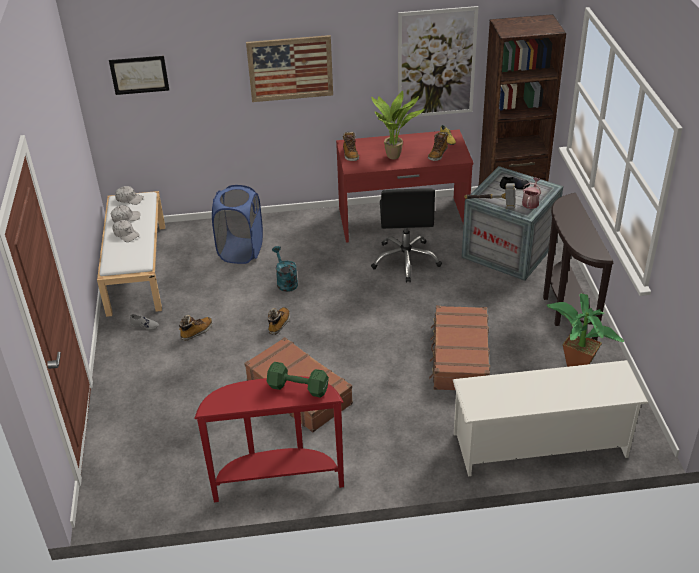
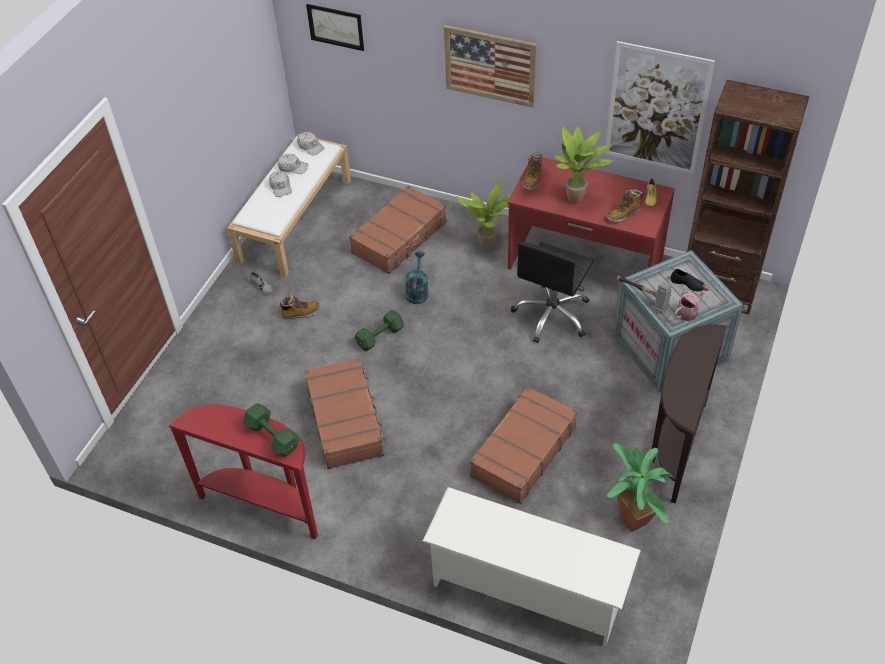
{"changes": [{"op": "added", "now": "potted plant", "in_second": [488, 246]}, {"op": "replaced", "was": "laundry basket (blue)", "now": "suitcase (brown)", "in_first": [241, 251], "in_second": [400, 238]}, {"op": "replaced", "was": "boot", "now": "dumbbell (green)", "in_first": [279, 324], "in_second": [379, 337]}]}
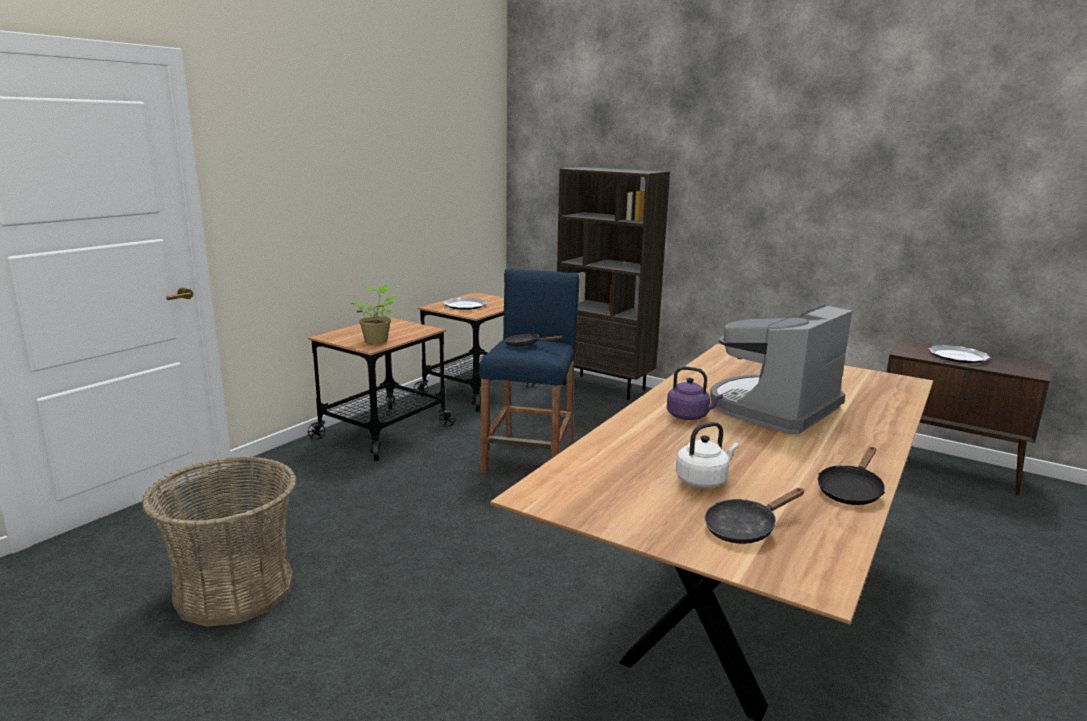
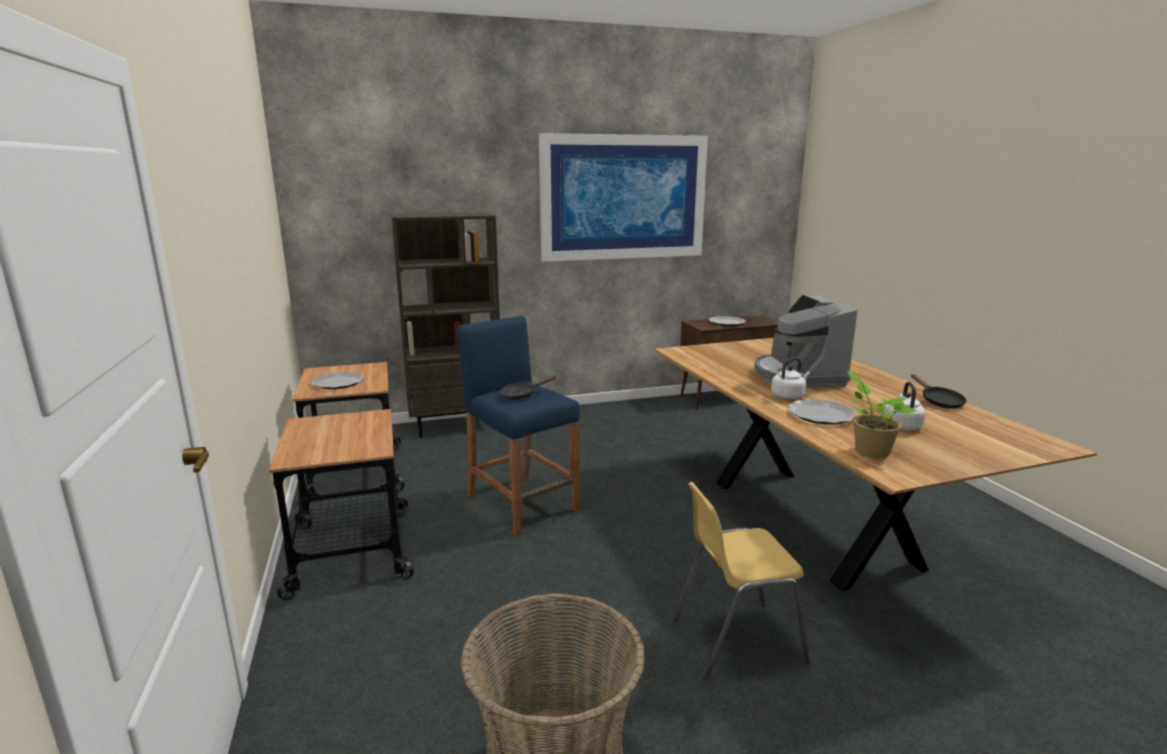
{"changes": [{"op": "removed", "was": "frying pan (black)", "in_first": [745, 528]}, {"op": "added", "now": "picture", "in_second": [623, 197]}, {"op": "added", "now": "chair (yellow)", "in_second": [735, 639]}, {"op": "added", "now": "plate", "in_second": [820, 415]}, {"op": "moved", "was": "potted plant", "in_first": [376, 341], "in_second": [869, 450]}, {"op": "recoloured", "was": "kettle (purple)", "now": "kettle (white)", "in_first": [689, 416], "in_second": [788, 396]}]}
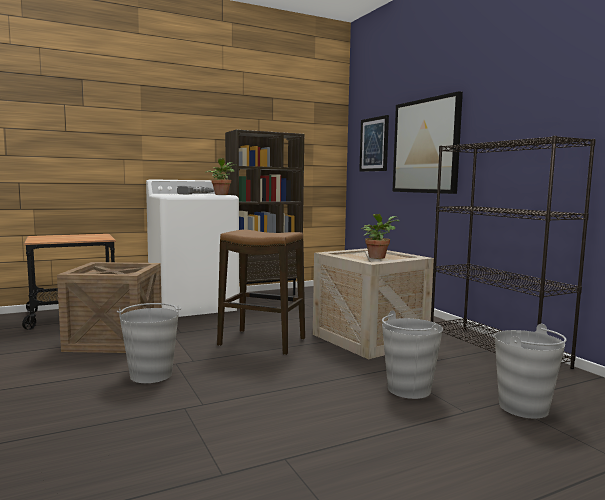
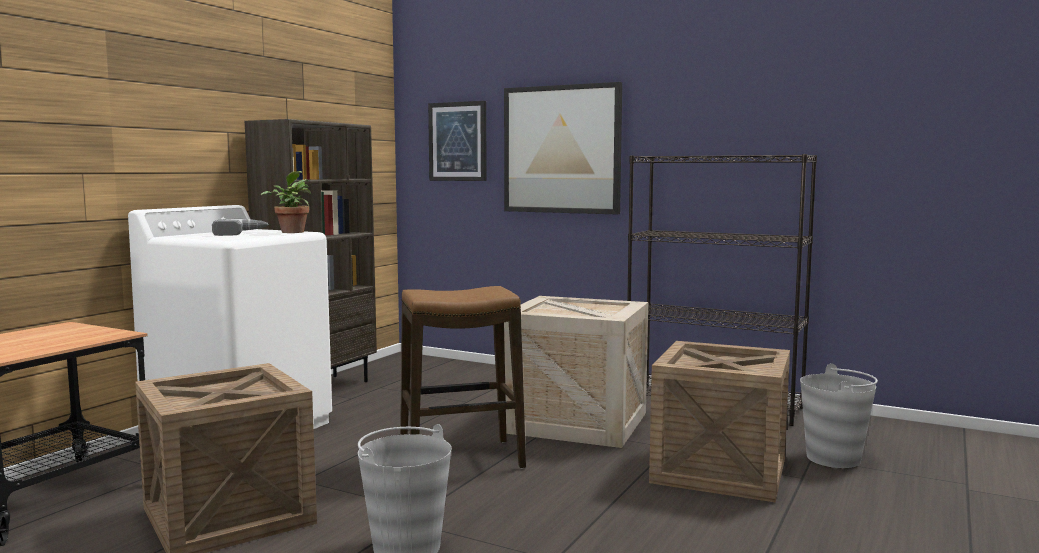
{"changes": [{"op": "removed", "was": "potted plant", "in_first": [377, 257]}, {"op": "replaced", "was": "bucket (grey)", "now": "crate", "in_first": [408, 389], "in_second": [719, 470]}]}
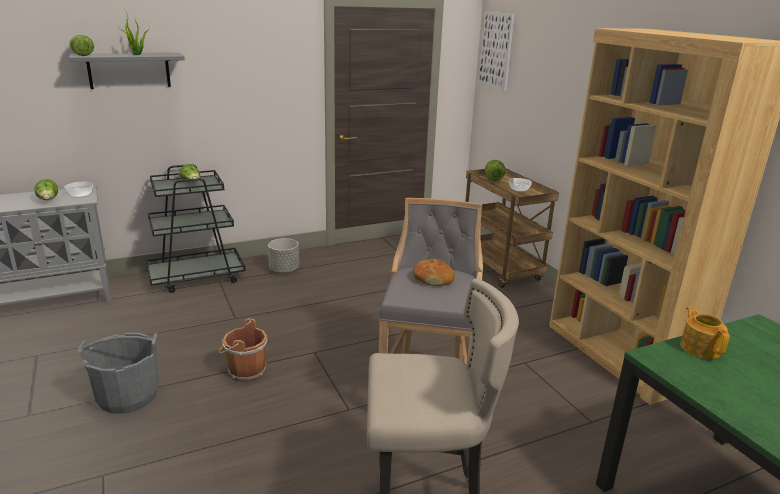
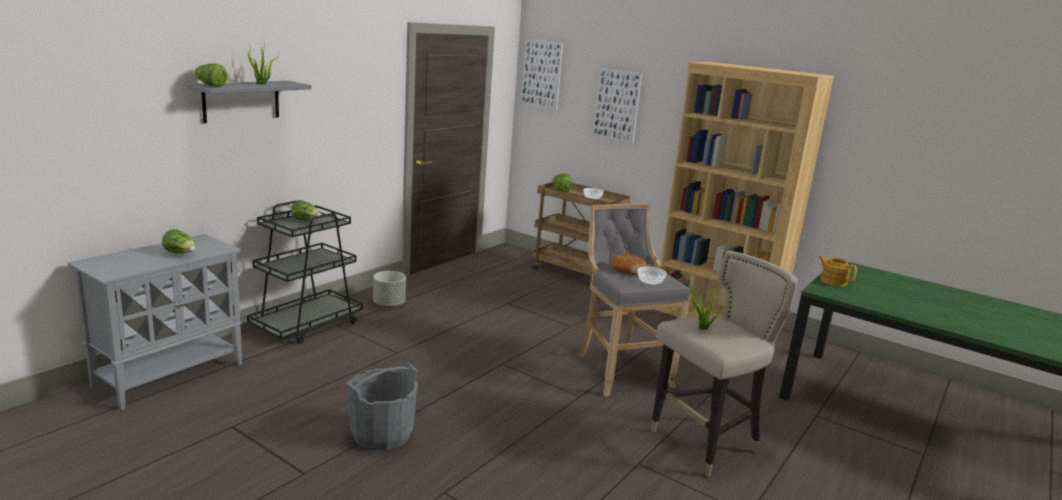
{"changes": [{"op": "removed", "was": "bucket (brown)", "in_first": [245, 371]}, {"op": "added", "now": "picture", "in_second": [617, 106]}, {"op": "added", "now": "potted plant", "in_second": [701, 328]}, {"op": "moved", "was": "bowl", "in_first": [81, 195], "in_second": [650, 281]}]}
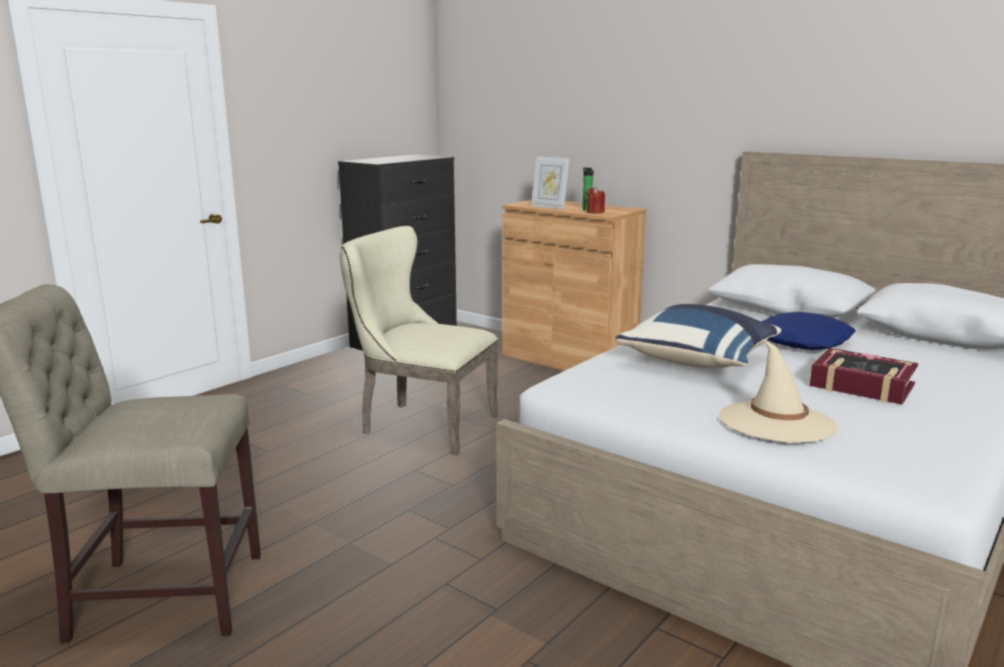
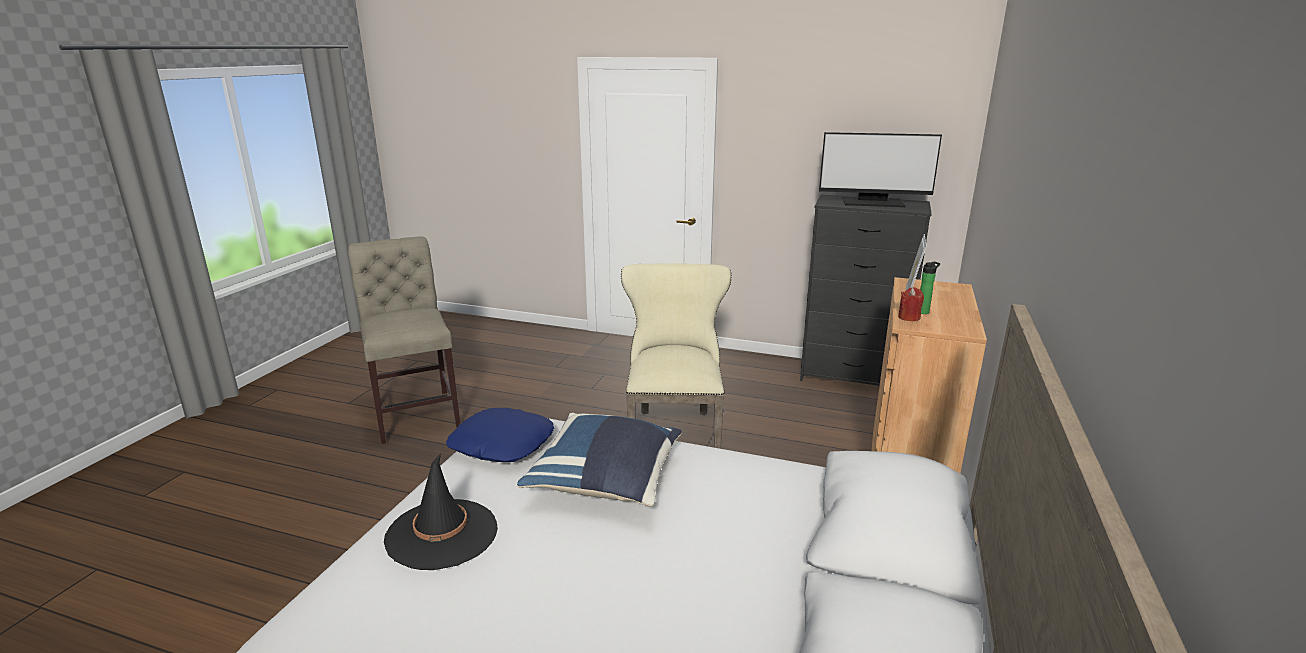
{"changes": [{"op": "removed", "was": "book", "in_first": [861, 386]}, {"op": "added", "now": "monitor", "in_second": [872, 203]}, {"op": "moved", "was": "pillow (blue)", "in_first": [803, 342], "in_second": [502, 444]}, {"op": "recoloured", "was": "hat (beige)", "now": "hat (black)", "in_first": [776, 422], "in_second": [442, 534]}]}
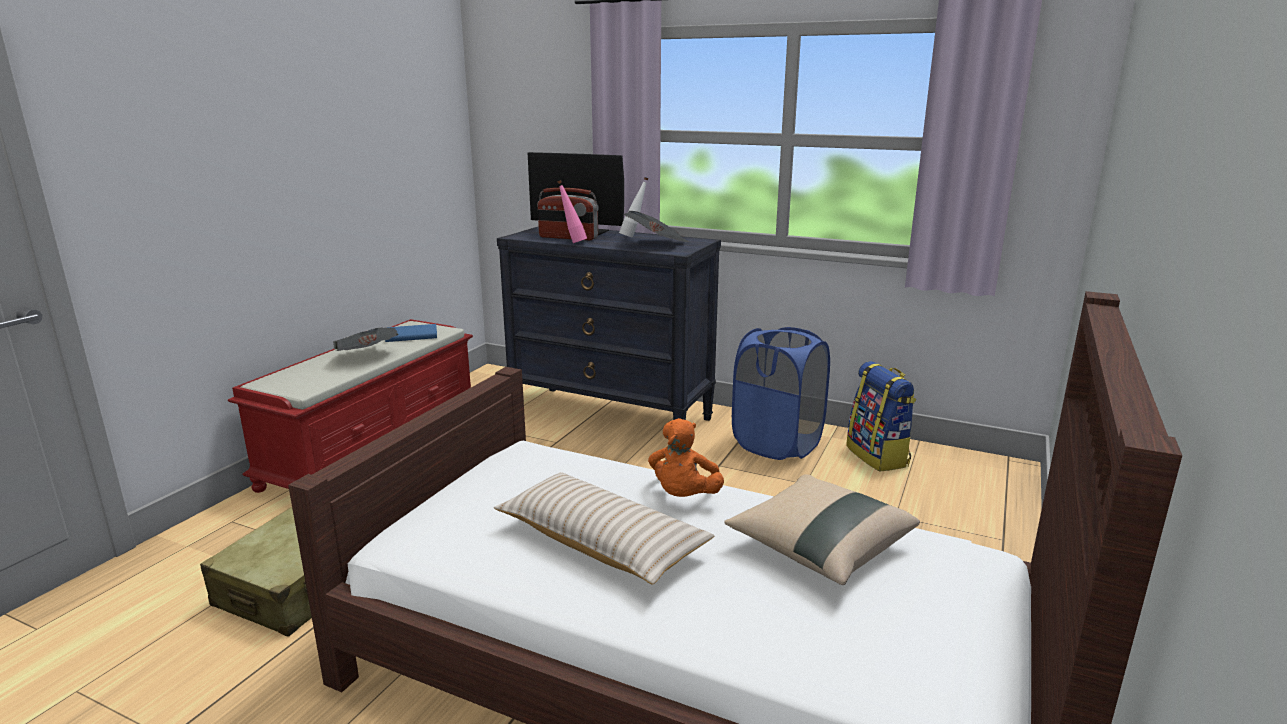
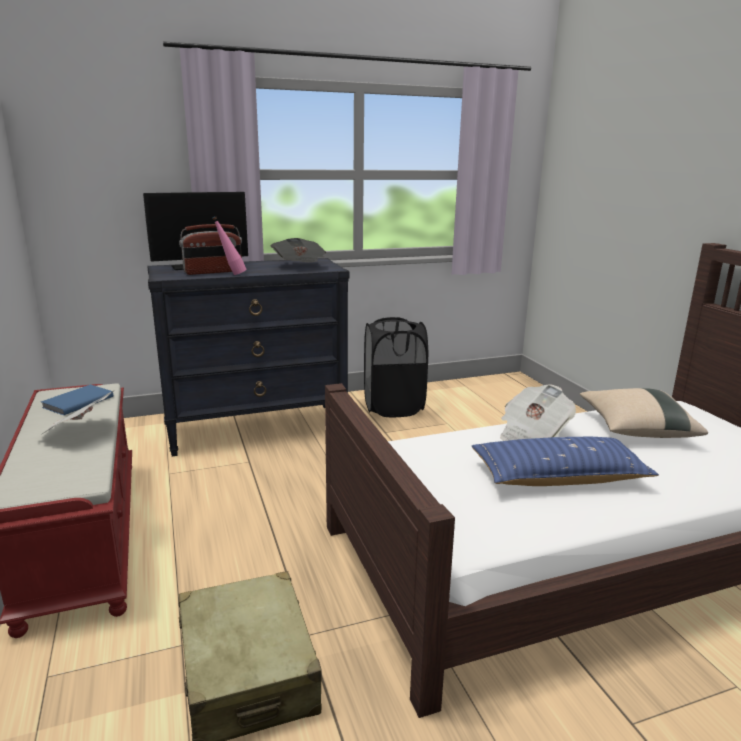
{"changes": [{"op": "removed", "was": "bottle (white)", "in_first": [634, 237]}, {"op": "removed", "was": "backpack", "in_first": [878, 456]}, {"op": "replaced", "was": "plush toy (orange)", "now": "newspaper", "in_first": [684, 497], "in_second": [532, 433]}, {"op": "recoloured", "was": "pillow (beige)", "now": "pillow (blue)", "in_first": [601, 543], "in_second": [558, 477]}, {"op": "recoloured", "was": "laundry basket (blue)", "now": "laundry basket (black)", "in_first": [777, 444], "in_second": [393, 407]}]}
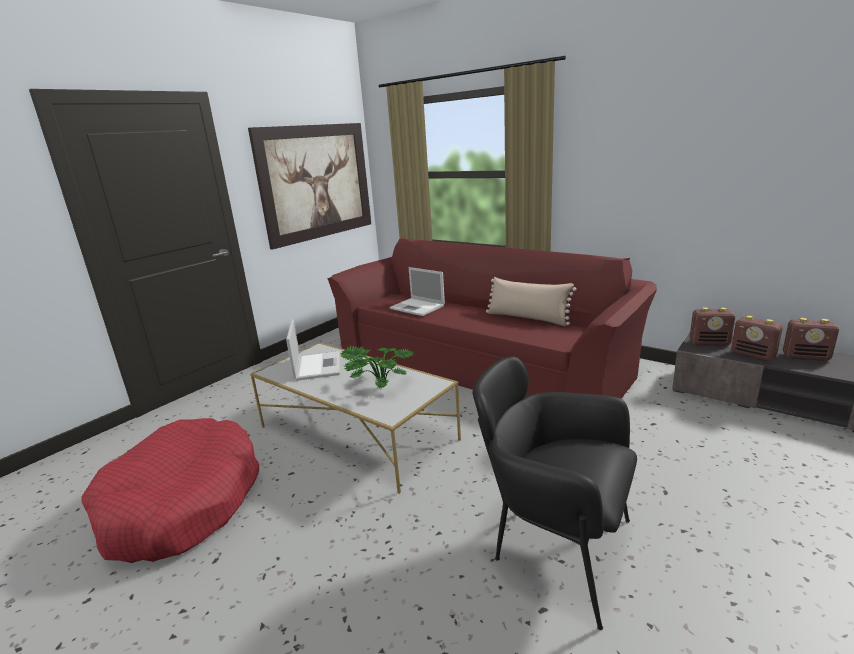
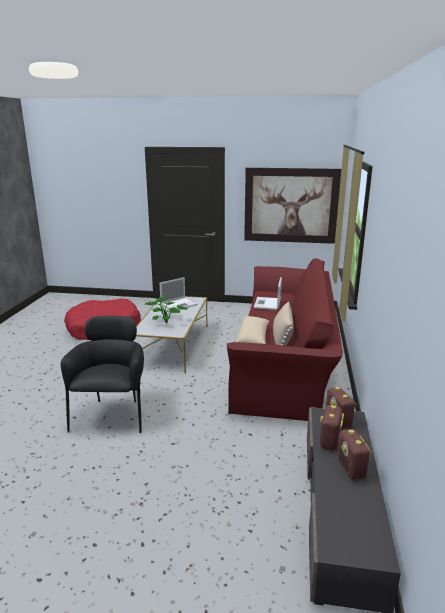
{"changes": [{"op": "added", "now": "pillow (beige)", "in_second": [253, 340]}]}
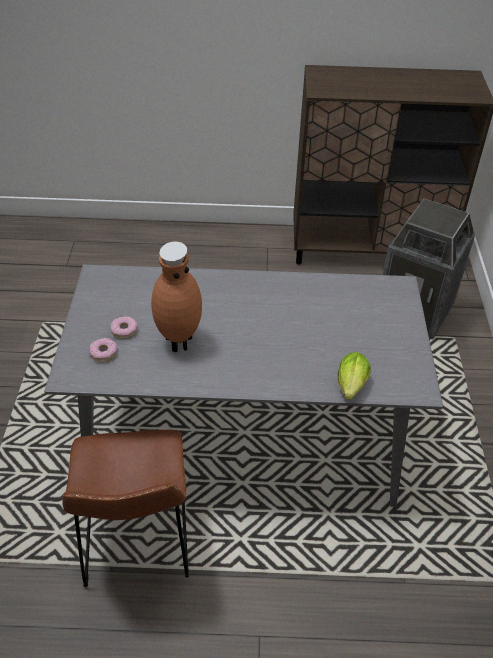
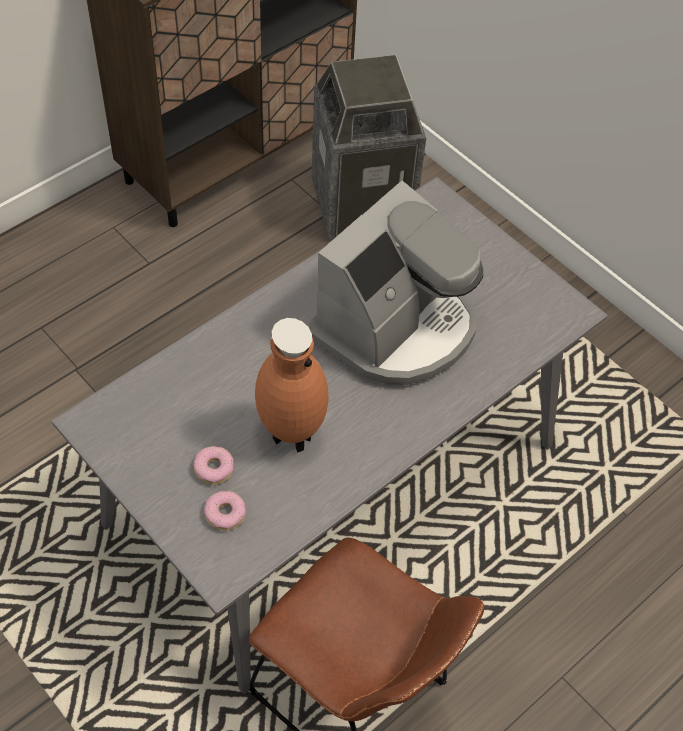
{"changes": [{"op": "removed", "was": "lettuce", "in_first": [351, 388]}, {"op": "added", "now": "coffee machine", "in_second": [397, 328]}]}
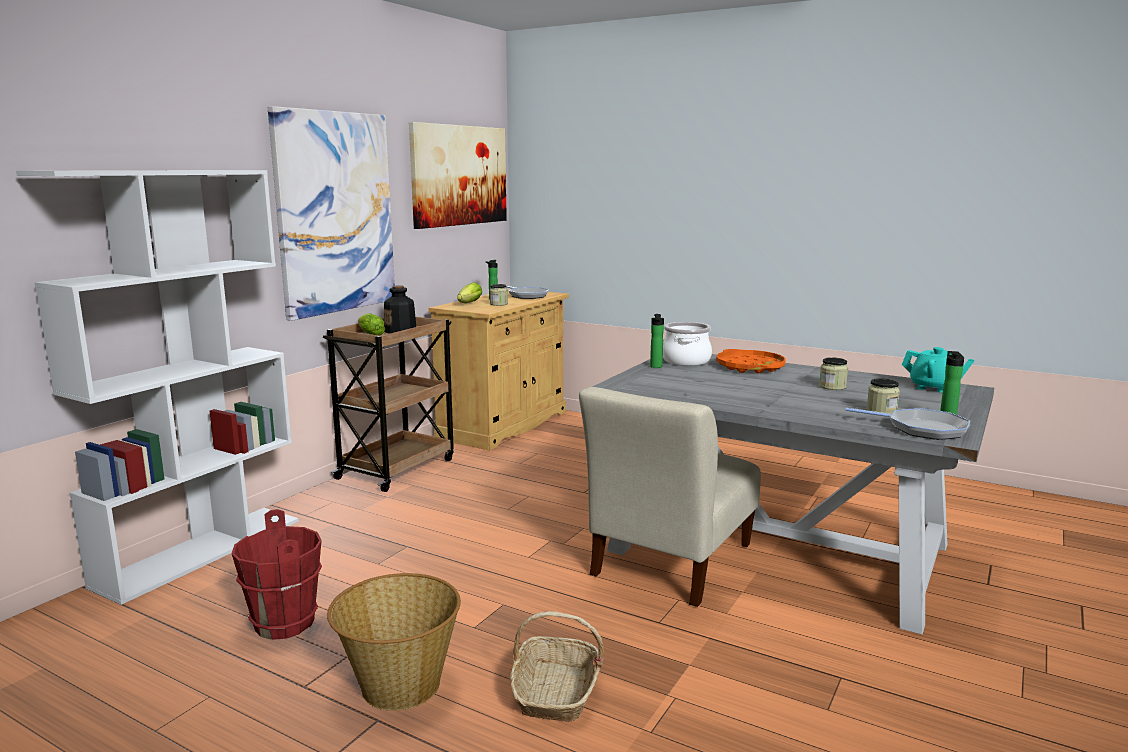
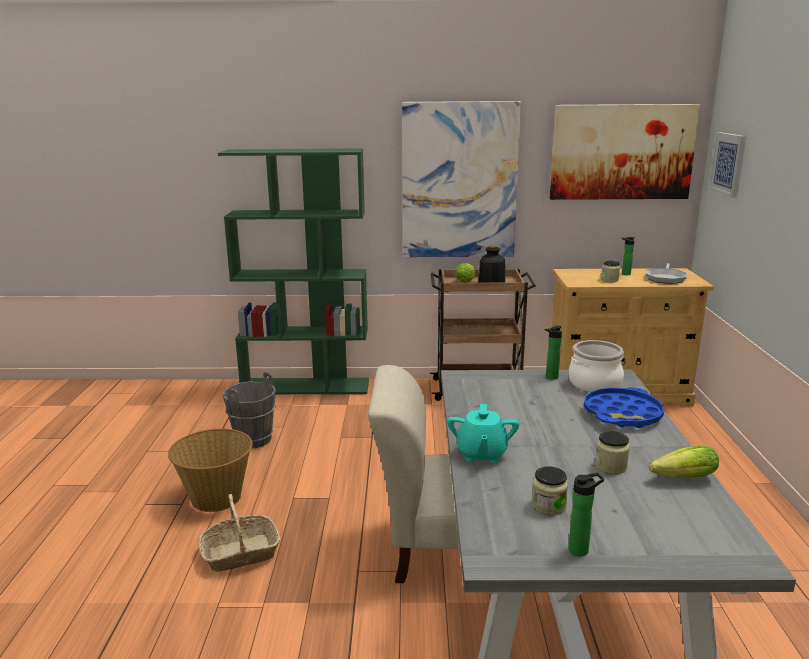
{"changes": [{"op": "removed", "was": "frying pan", "in_first": [922, 429]}, {"op": "added", "now": "picture", "in_second": [728, 164]}, {"op": "moved", "was": "lettuce", "in_first": [468, 303], "in_second": [680, 478]}, {"op": "moved", "was": "teapot (turquoise)", "in_first": [934, 388], "in_second": [481, 454]}, {"op": "recoloured", "was": "bookcase (white)", "now": "bookcase (green)", "in_first": [201, 551], "in_second": [307, 386]}, {"op": "recoloured", "was": "bucket (red)", "now": "bucket (grey)", "in_first": [284, 624], "in_second": [253, 440]}, {"op": "recoloured", "was": "tray (orange)", "now": "tray (blue)", "in_first": [750, 367], "in_second": [622, 414]}]}
